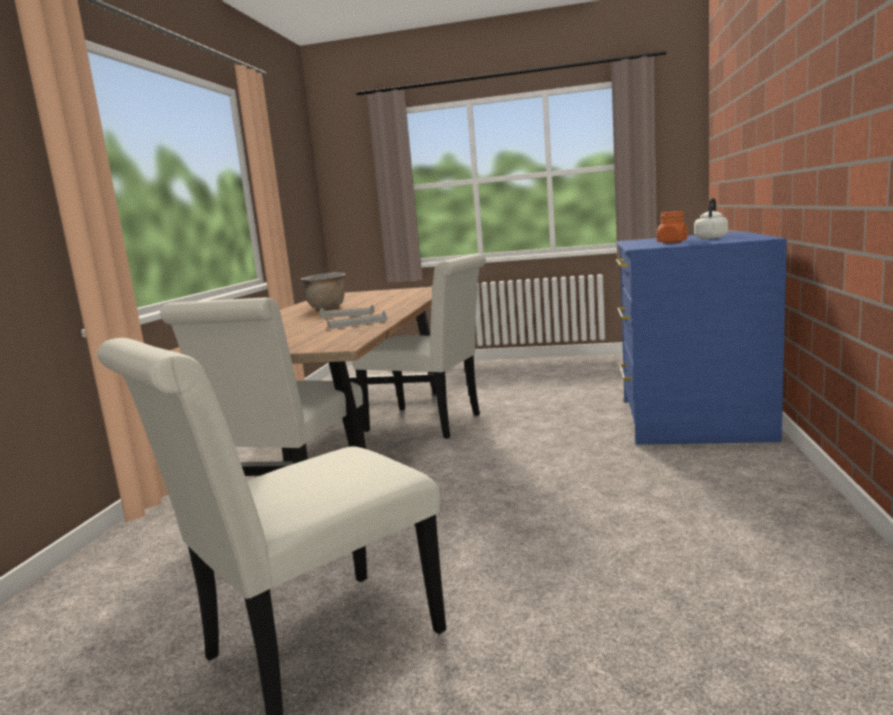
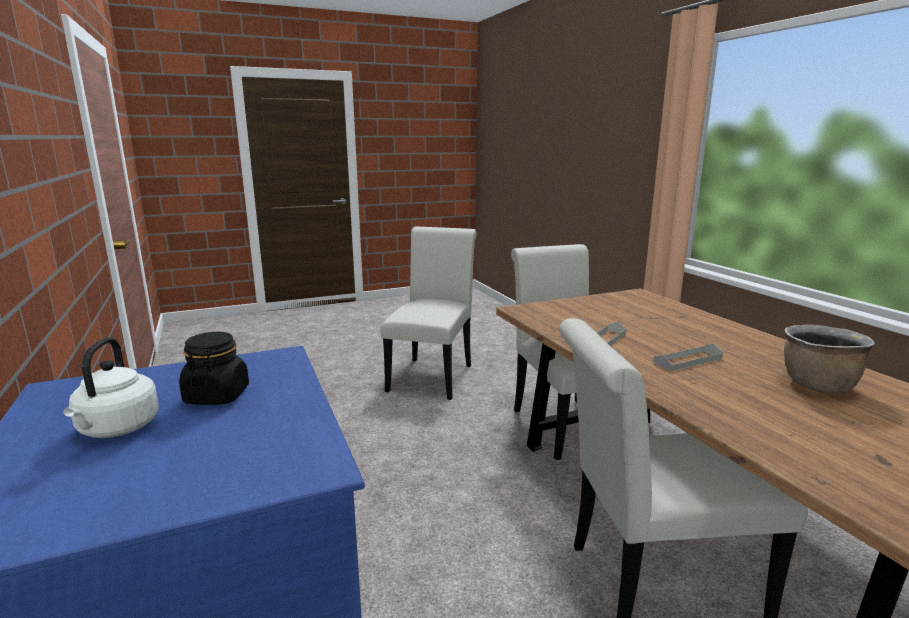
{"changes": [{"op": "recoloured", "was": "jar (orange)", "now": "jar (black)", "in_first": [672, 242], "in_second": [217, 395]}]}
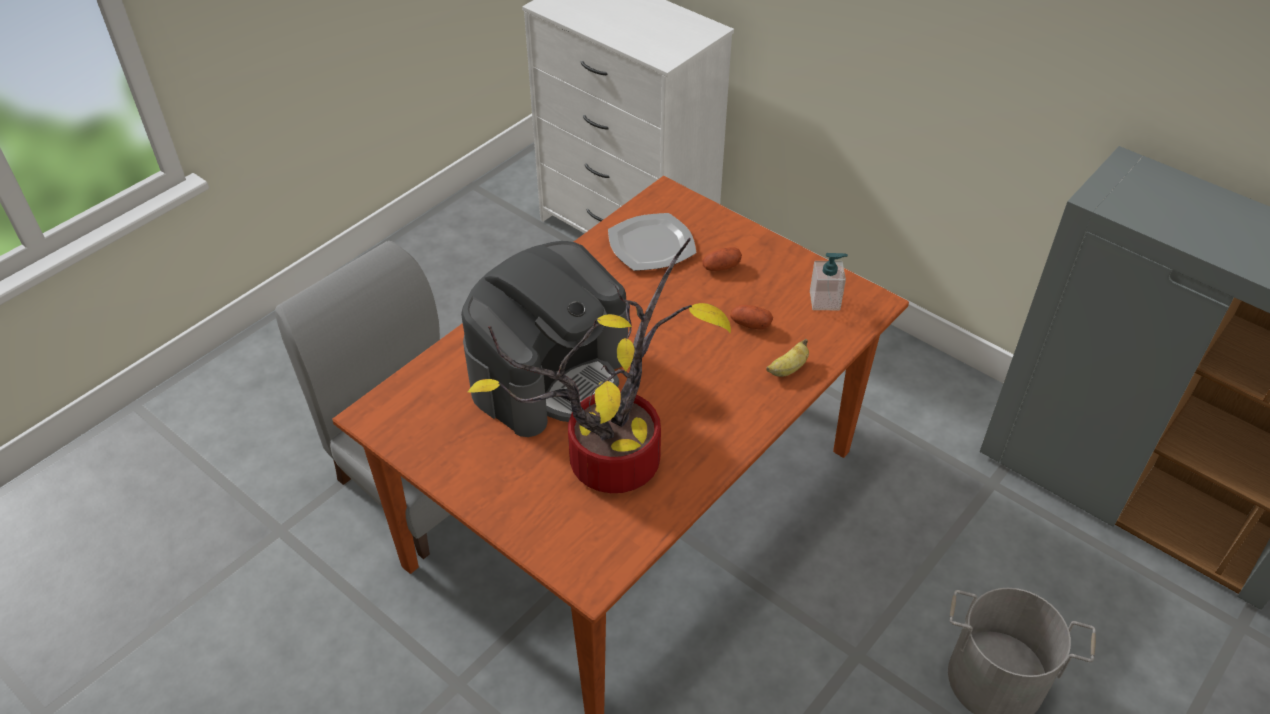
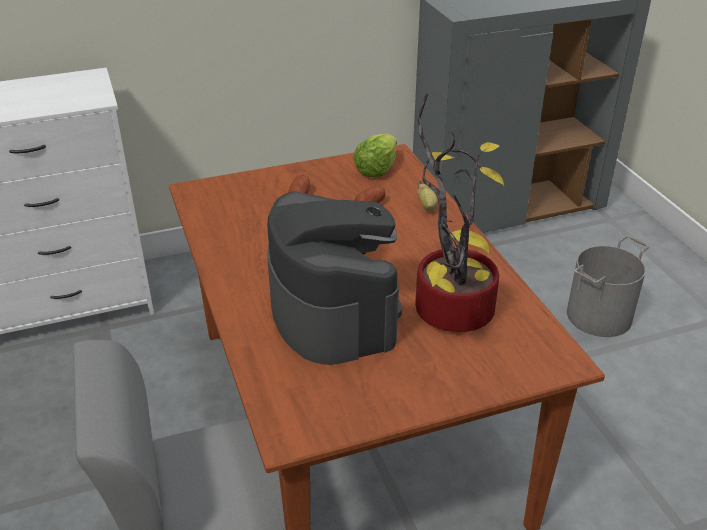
{"changes": [{"op": "removed", "was": "plate", "in_first": [652, 245]}, {"op": "replaced", "was": "soap dispenser", "now": "lettuce", "in_first": [825, 301], "in_second": [376, 170]}]}
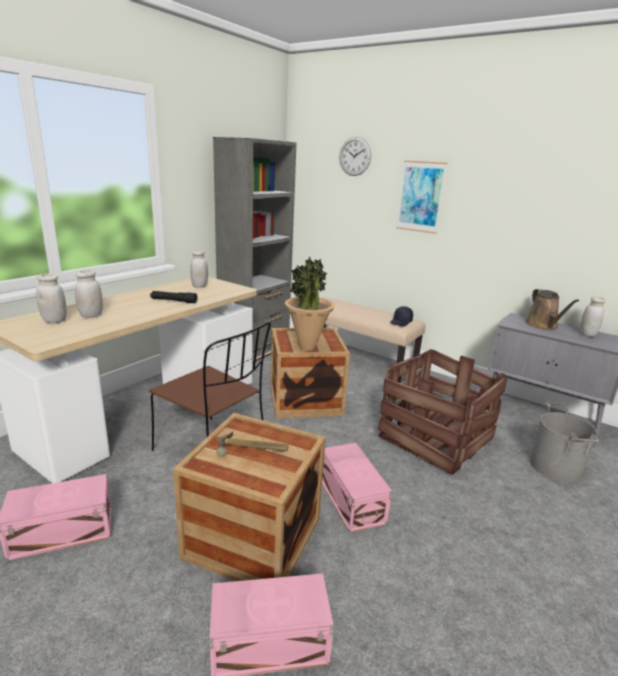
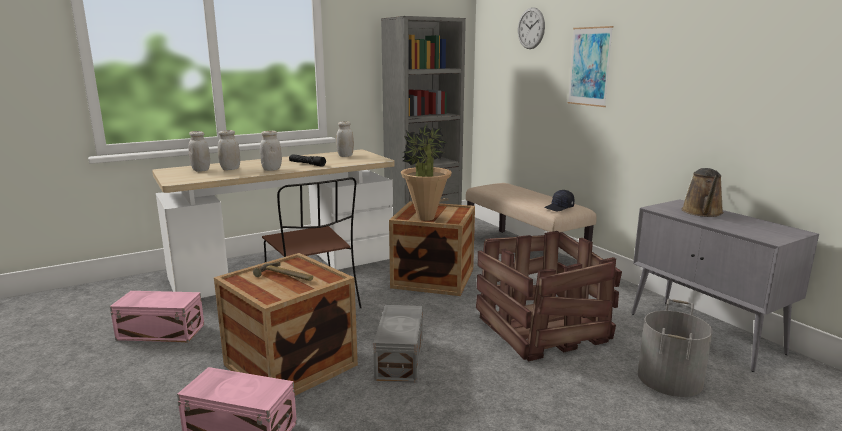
{"changes": [{"op": "moved", "was": "jar (white)", "in_first": [587, 334], "in_second": [272, 169]}, {"op": "recoloured", "was": "storage box (pink)", "now": "storage box (grey)", "in_first": [351, 499], "in_second": [401, 358]}]}
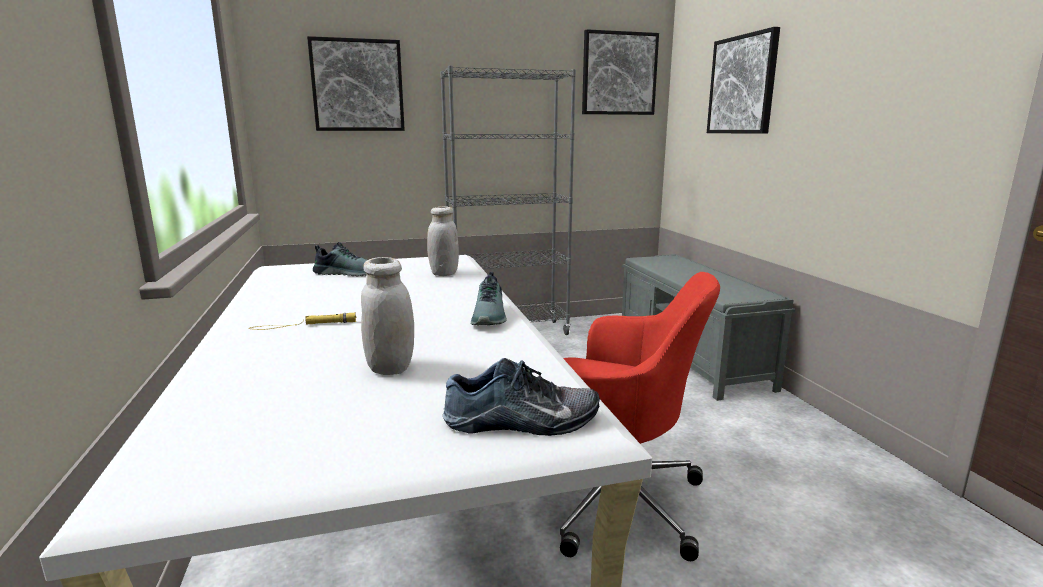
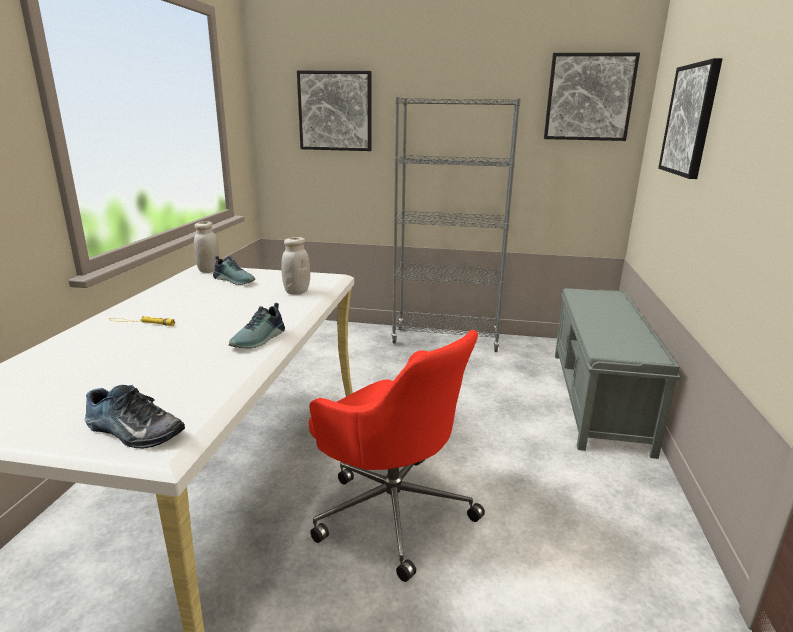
{"changes": [{"op": "moved", "was": "jar (white)", "in_first": [390, 367], "in_second": [209, 270]}]}
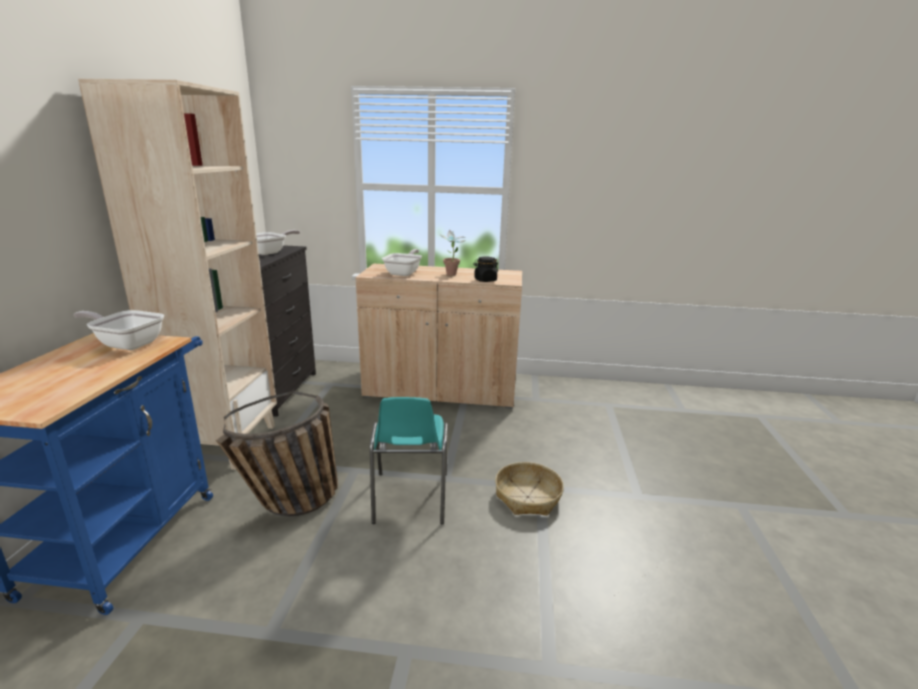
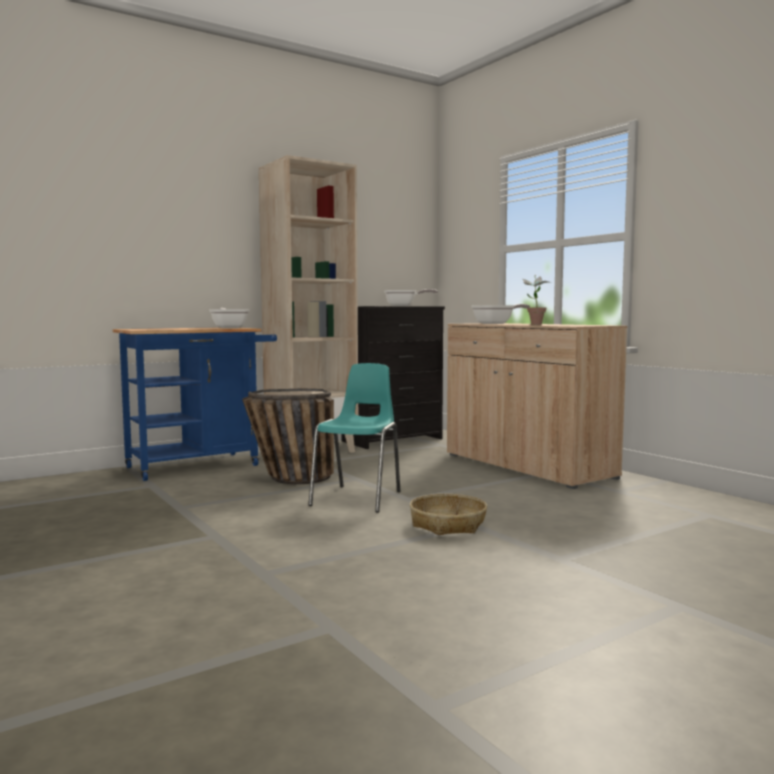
{"changes": [{"op": "removed", "was": "jar (black)", "in_first": [485, 280]}, {"op": "turned", "was": "chair (turquoise)", "in_first": [409, 499], "in_second": [358, 498], "clockwise": 150}]}
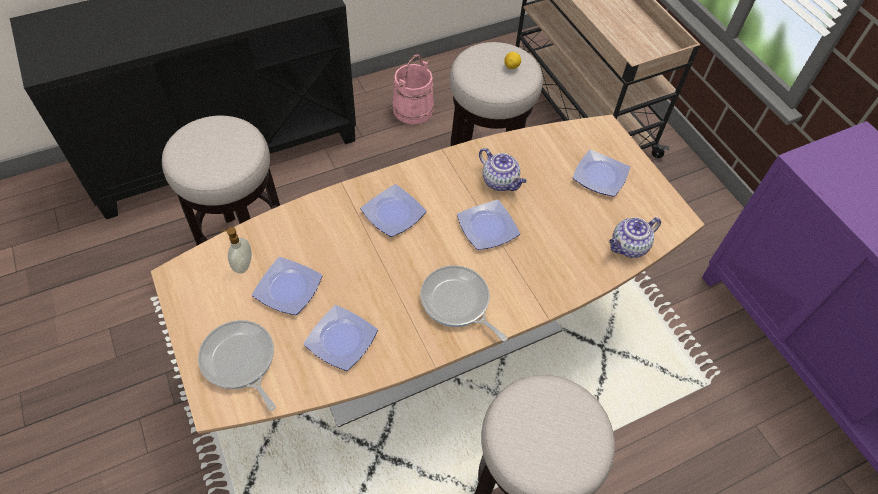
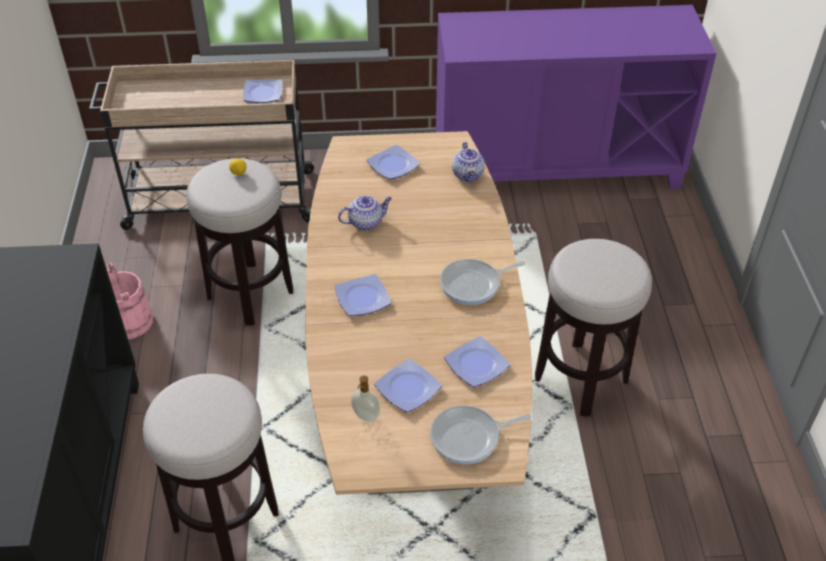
{"changes": [{"op": "moved", "was": "plate", "in_first": [488, 226], "in_second": [262, 93]}]}
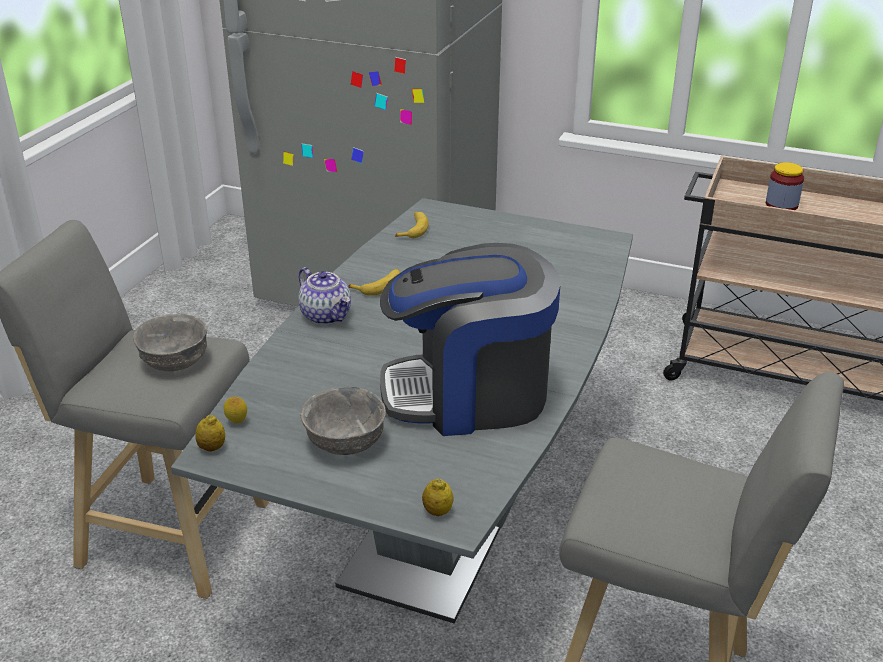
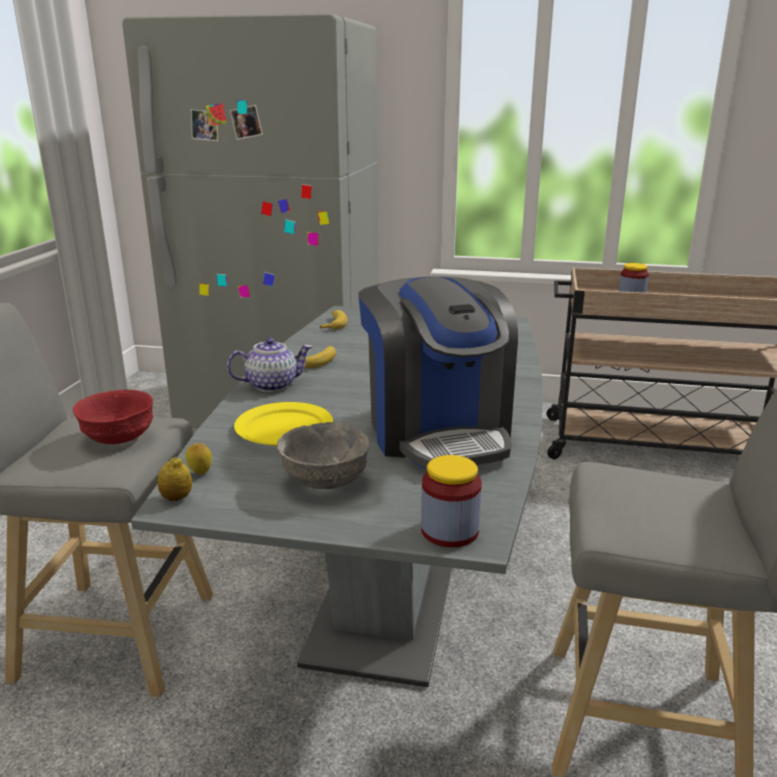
{"changes": [{"op": "added", "now": "plate (yellow)", "in_second": [283, 428]}, {"op": "replaced", "was": "lemon", "now": "jar", "in_first": [437, 511], "in_second": [449, 531]}, {"op": "recoloured", "was": "bowl (grey)", "now": "bowl (red)", "in_first": [176, 361], "in_second": [120, 436]}, {"op": "turned", "was": "teapot", "in_first": [327, 315], "in_second": [272, 385], "clockwise": -60}, {"op": "turned", "was": "coffee machine", "in_first": [469, 394], "in_second": [437, 431], "clockwise": -90}]}
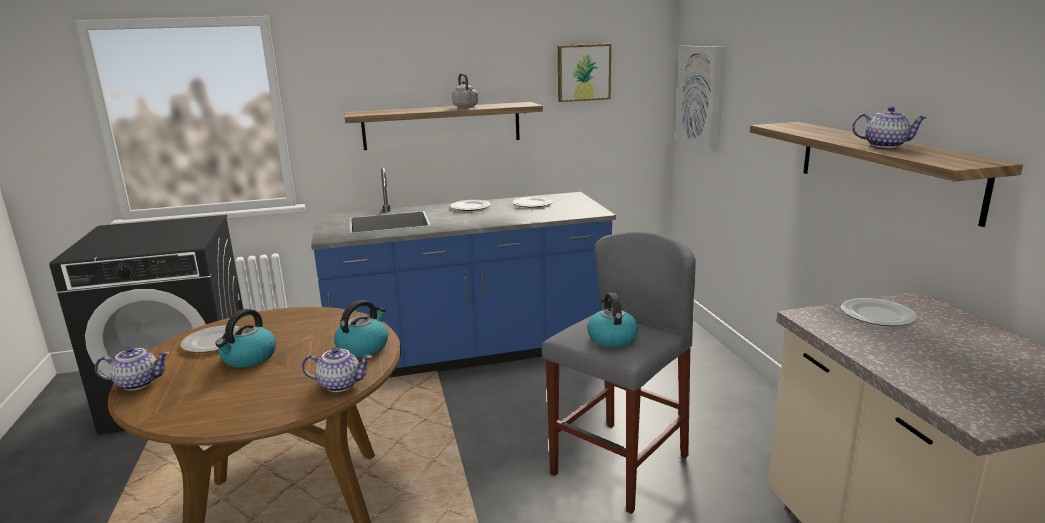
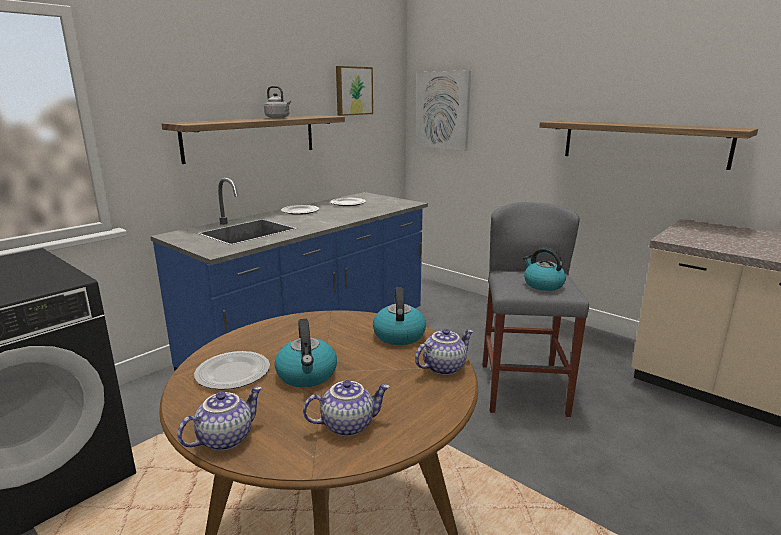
{"changes": [{"op": "removed", "was": "plate", "in_first": [877, 315]}, {"op": "moved", "was": "teapot", "in_first": [885, 145], "in_second": [348, 425]}]}
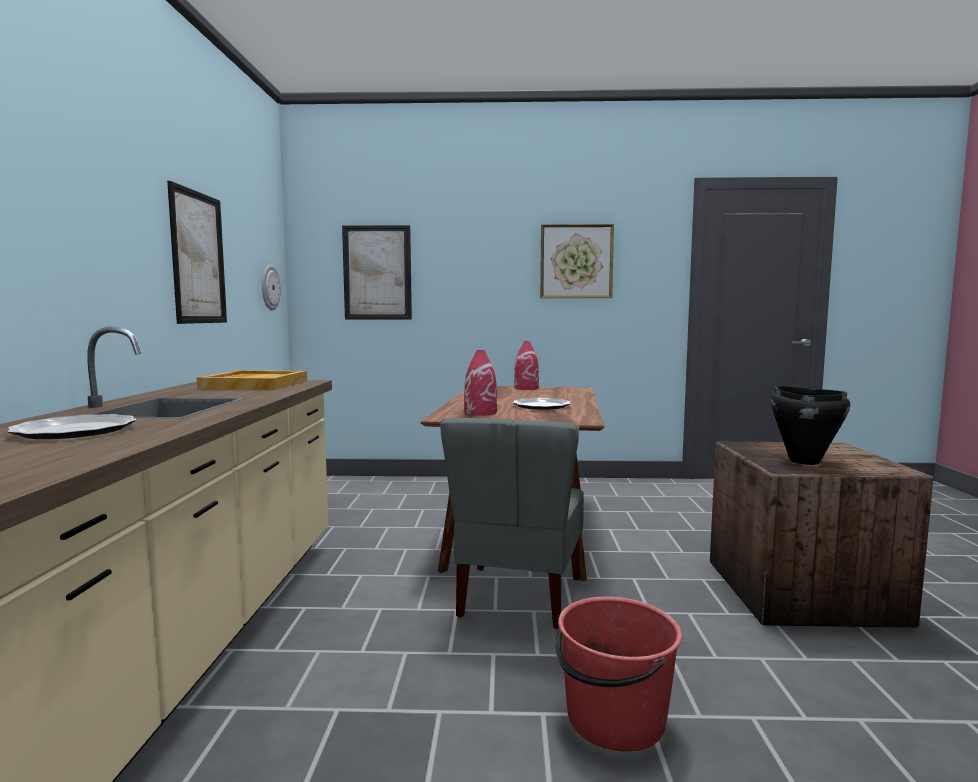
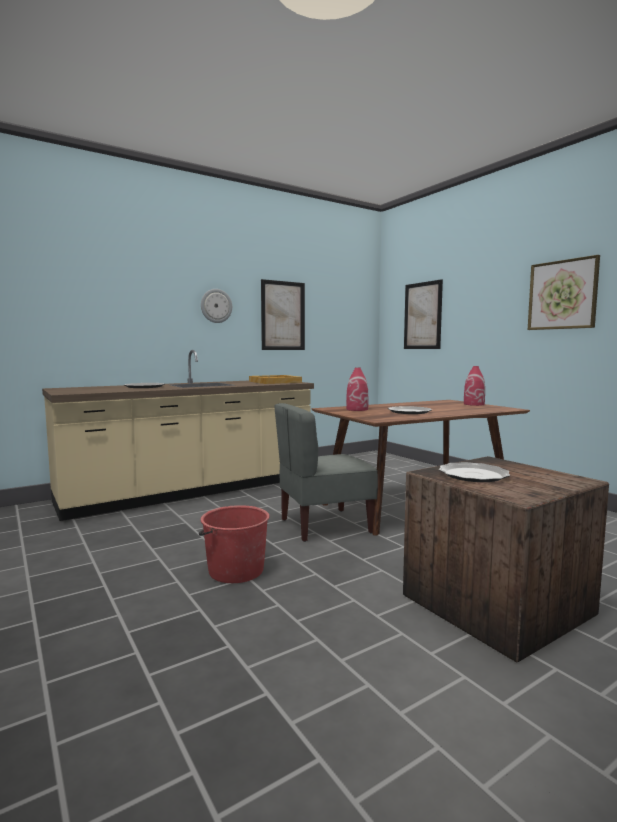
{"changes": [{"op": "moved", "was": "wall clock", "in_first": [269, 287], "in_second": [216, 306]}, {"op": "replaced", "was": "cooking pot (black)", "now": "plate", "in_first": [804, 461], "in_second": [473, 475]}]}
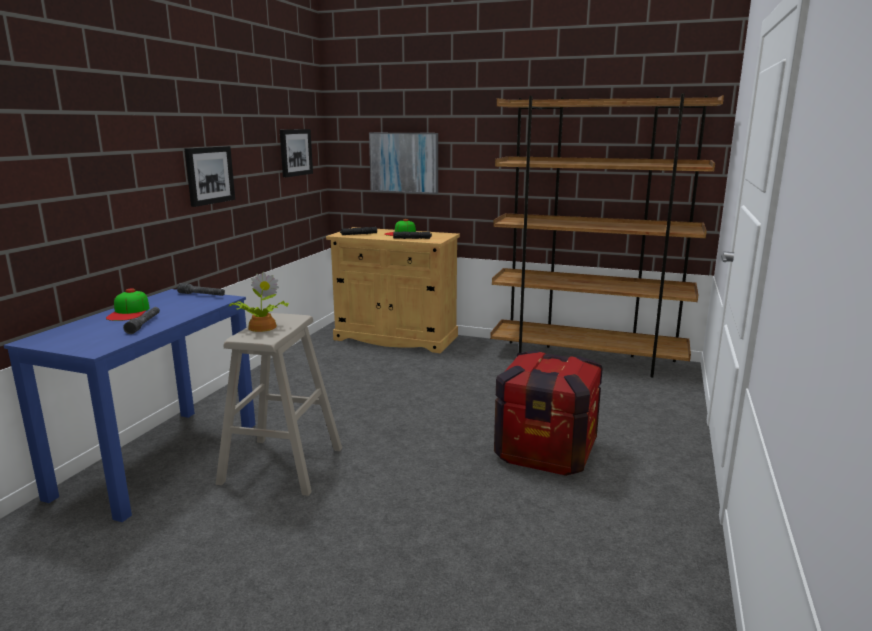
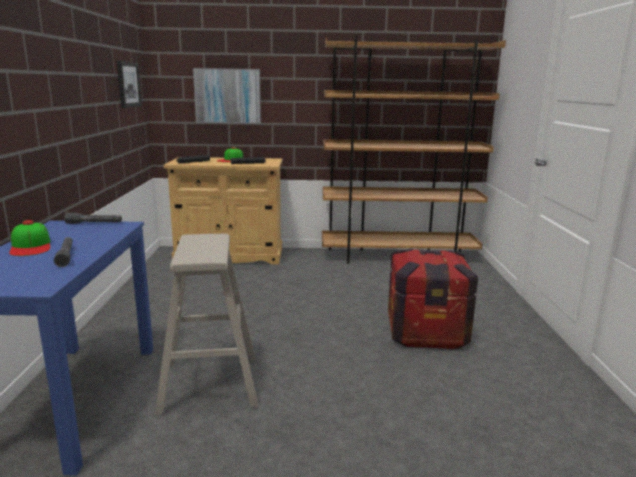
{"changes": [{"op": "removed", "was": "picture", "in_first": [209, 175]}, {"op": "removed", "was": "potted plant", "in_first": [260, 327]}]}
